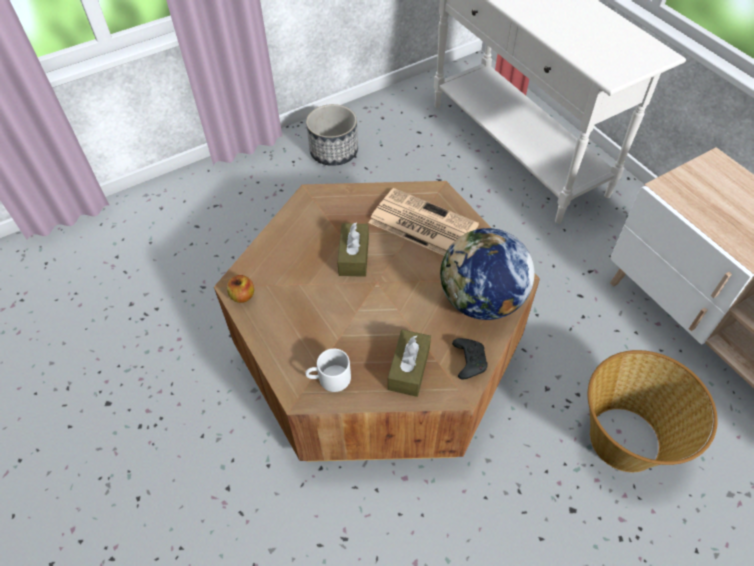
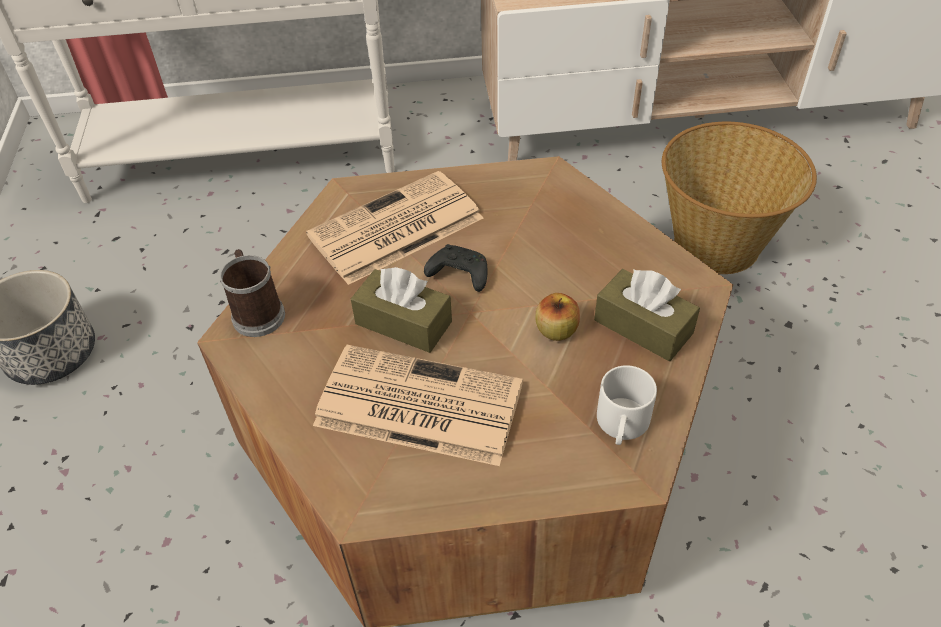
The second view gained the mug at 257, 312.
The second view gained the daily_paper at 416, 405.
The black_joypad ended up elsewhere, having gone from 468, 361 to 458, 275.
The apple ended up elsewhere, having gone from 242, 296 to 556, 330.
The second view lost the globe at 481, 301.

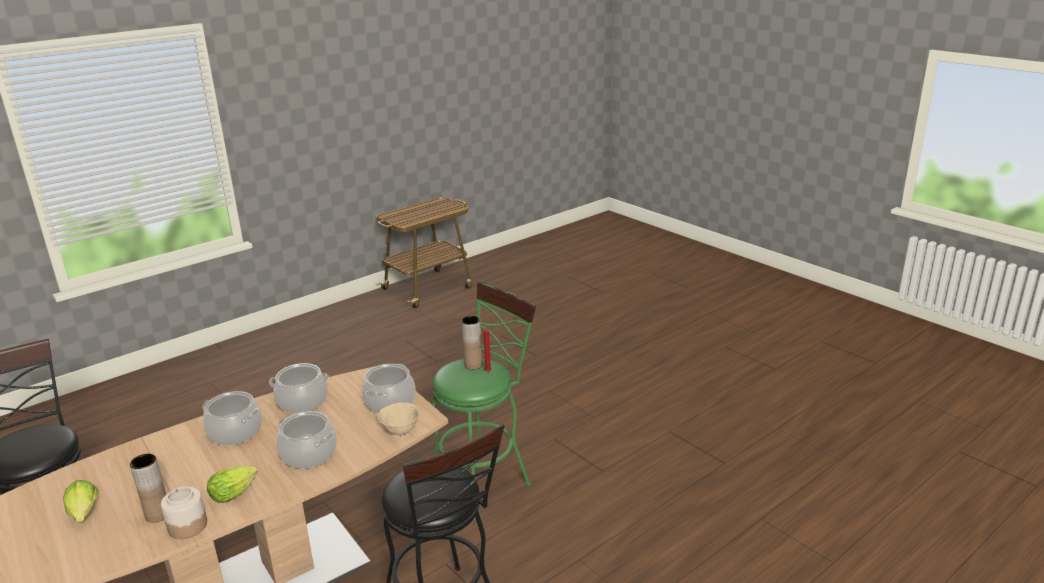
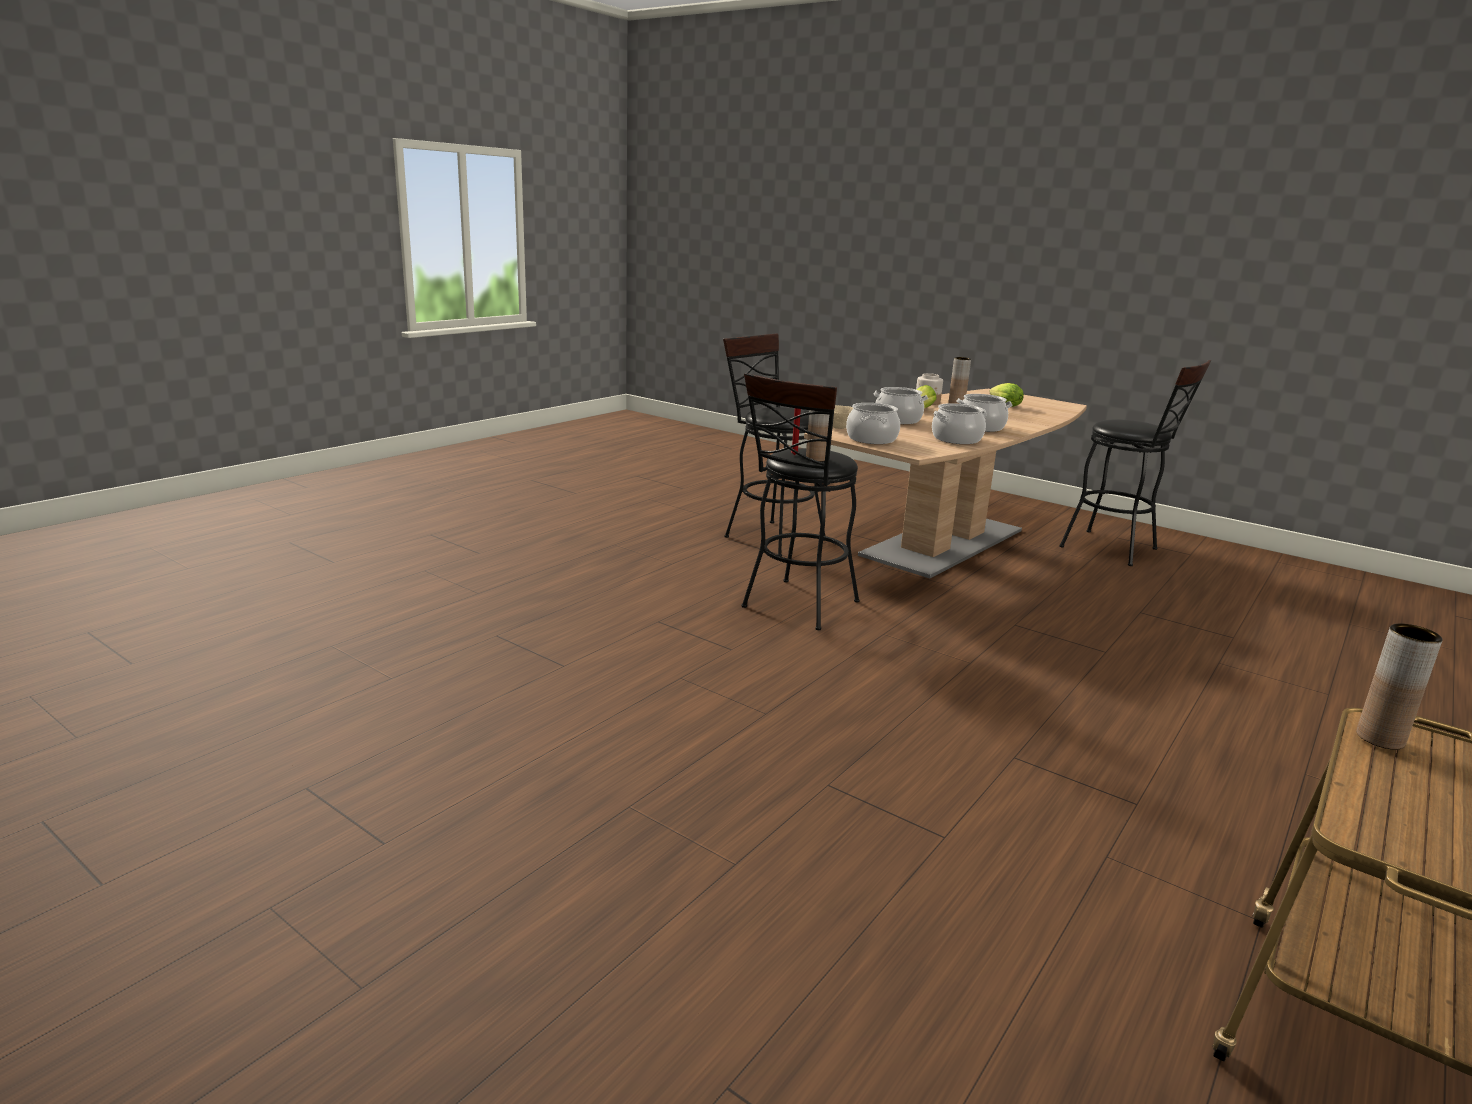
What was the greenish_stool at 485, 480 turned into the black_stool at 796, 607.
The second view gained the brownish_vase at 1380, 738.

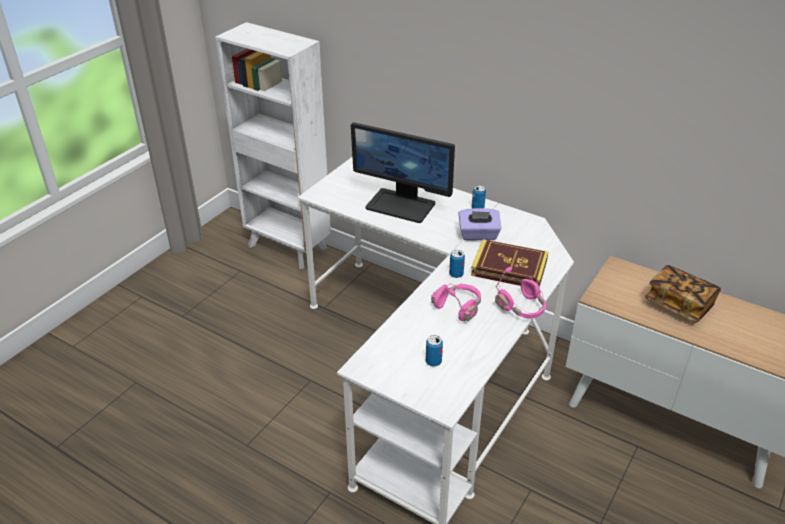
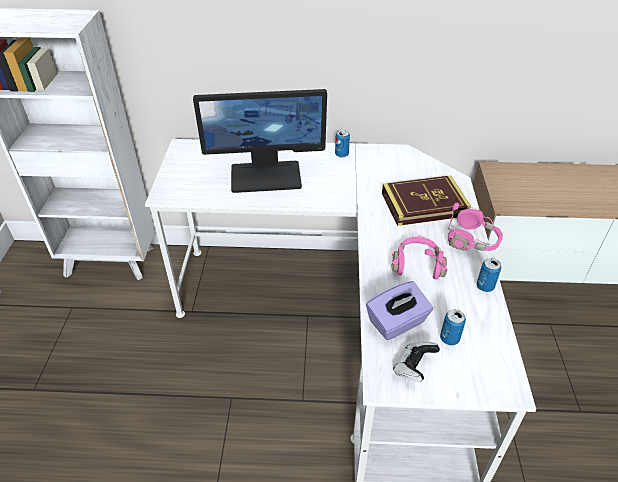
The purple_tissue_box ended up elsewhere, having gone from 478, 235 to 397, 323.
The second view gained the joypad at 413, 367.
The can ended up elsewhere, having gone from 456, 274 to 485, 286.
The second view lost the bound_book at 679, 304.

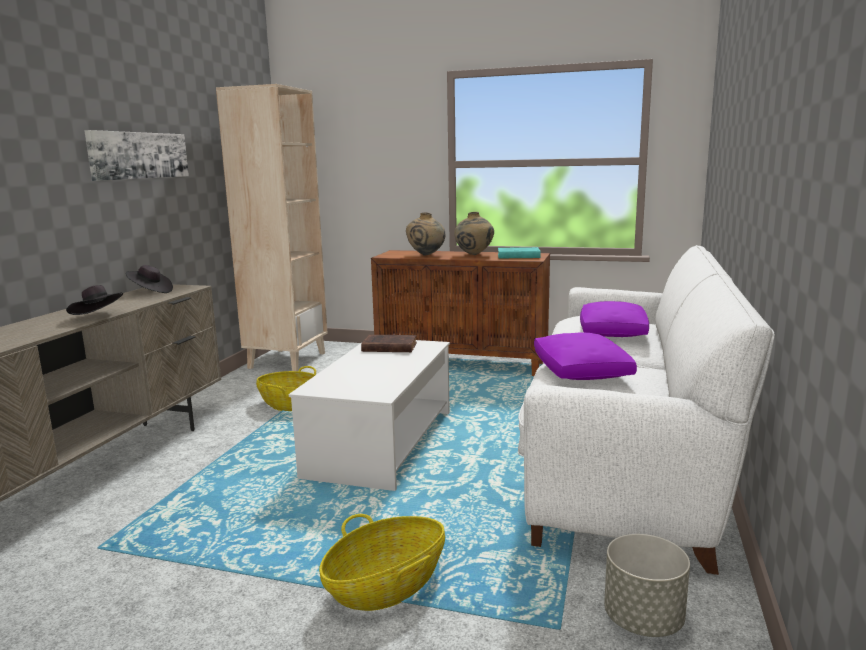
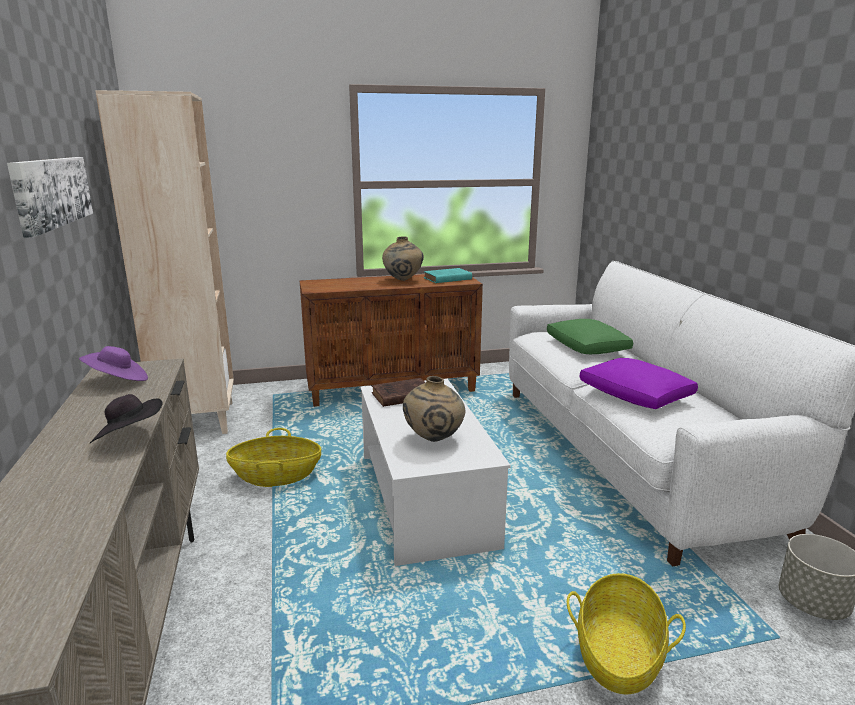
What was the black_clothing_hat at 150, 292 turned into the purple_clothing_hat at 118, 381.
The beige-coloured_vase ended up elsewhere, having gone from 426, 255 to 433, 439.
What was the purple_throw_pillow at 613, 332 turned into the greenish_throw_pillow at 587, 348.

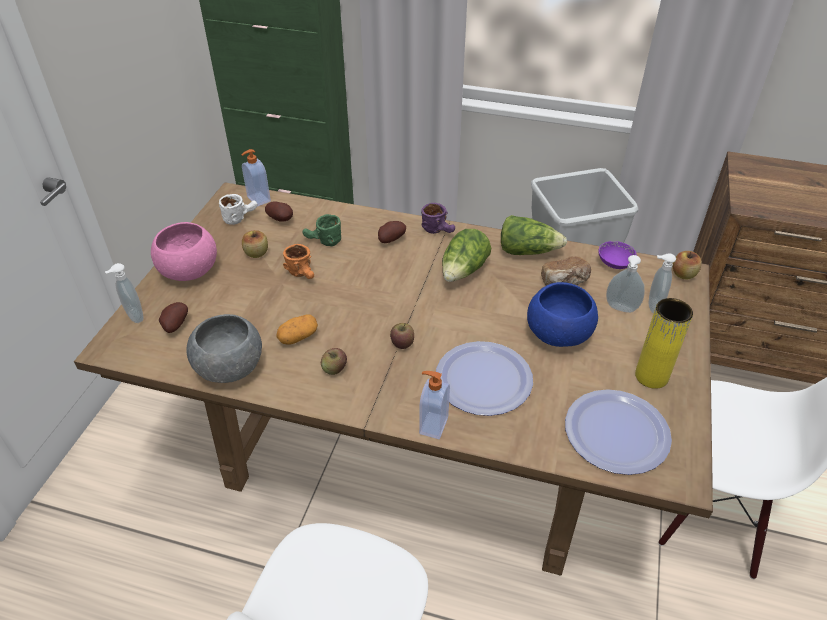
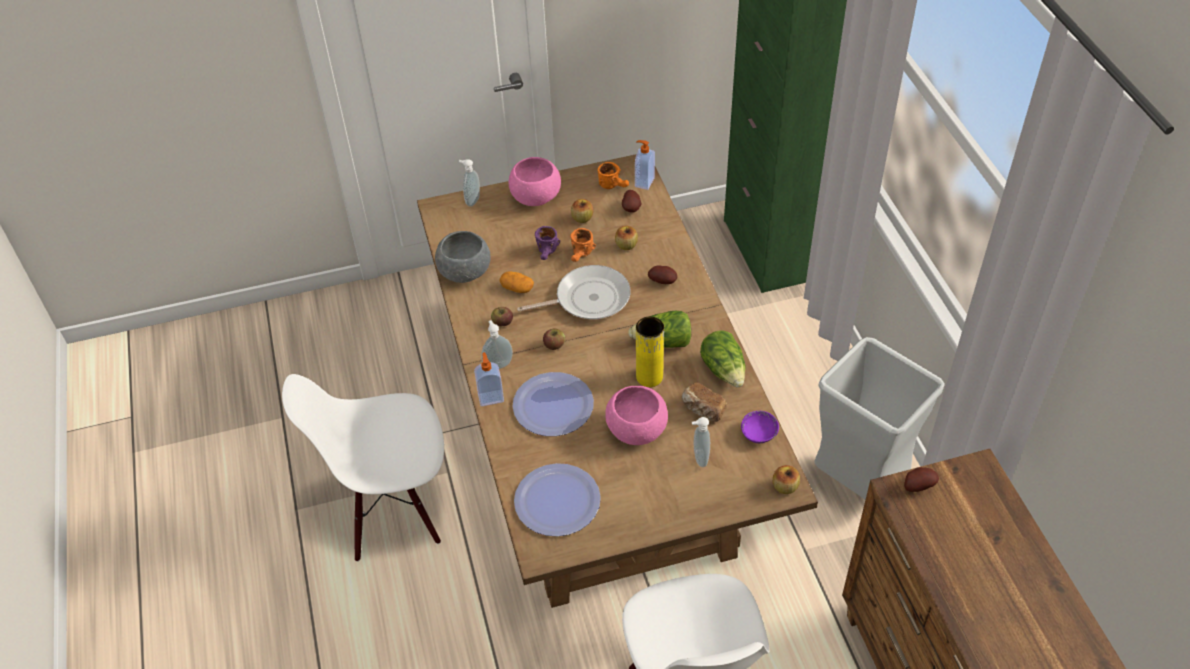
The soap_bottle ended up elsewhere, having gone from 652, 306 to 498, 364.
The second view gained the pan at 588, 299.
The purple_mug ended up elsewhere, having gone from 439, 230 to 547, 253.
What was the whitish_mug at 240, 217 turned into the orange_mug at 614, 185.
What was the blue-coloured_deep_dish at 559, 334 turned into the pink-coloured_deep_dish at 636, 430.
Where the greenish_mug stood at 323, 242, the apple came to stand at 626, 245.
The yellow_vase ended up elsewhere, having gone from 651, 376 to 649, 377.
The spud ended up elsewhere, having gone from 174, 325 to 917, 485.

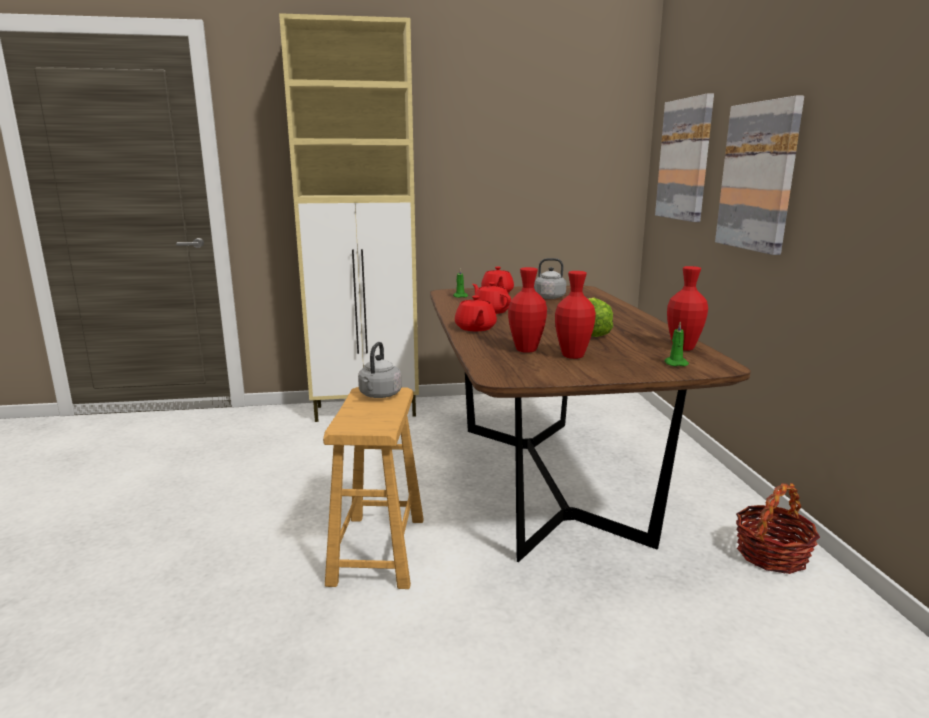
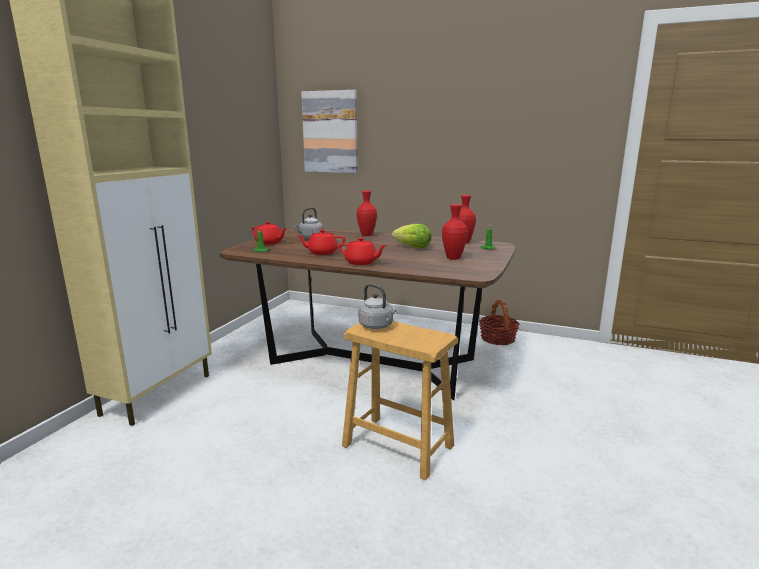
The reddish_vase ended up elsewhere, having gone from 526, 350 to 366, 235.
The second view lost the wall_picture at 758, 177.

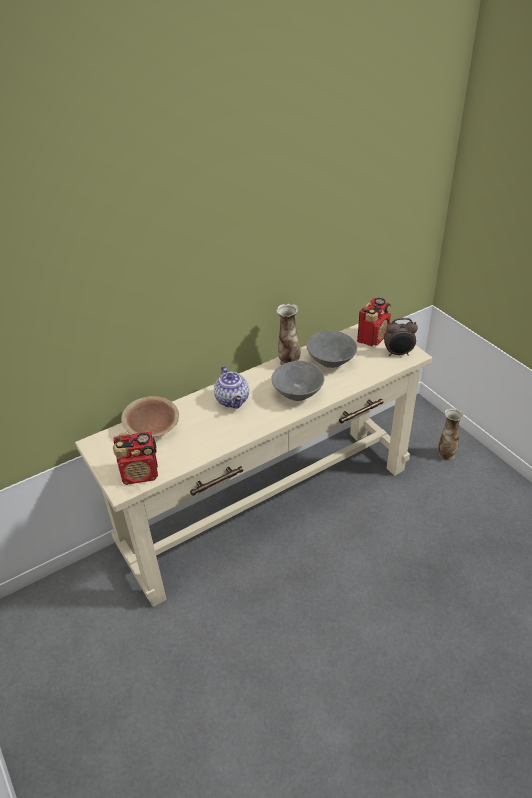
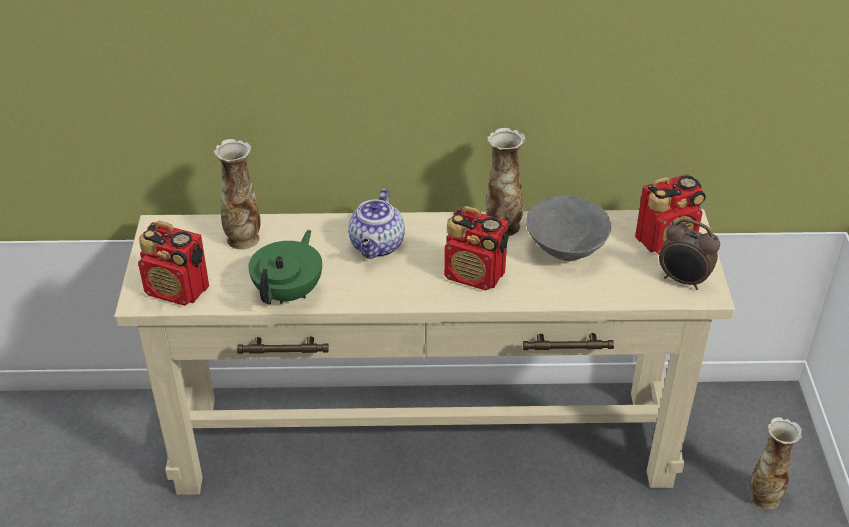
Where the brownish_deep_dish stood at 152, 428, the vase came to stand at 243, 238.
The second view gained the greenish_tea_pot at 289, 292.
Where the grey_deep_dish stood at 298, 393, the radio came to stand at 475, 275.

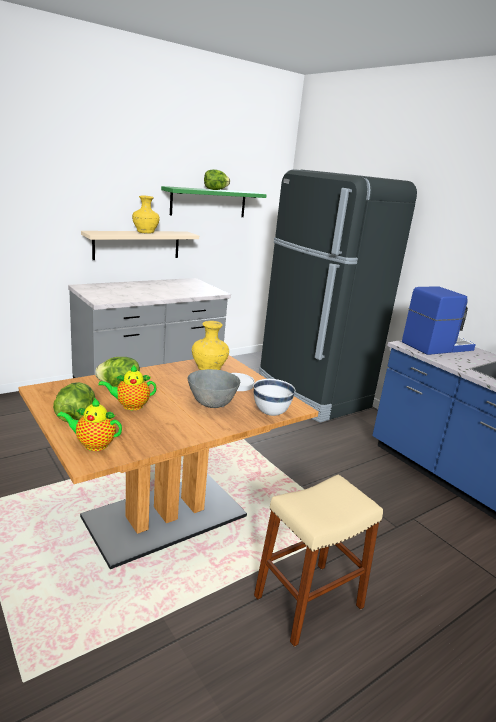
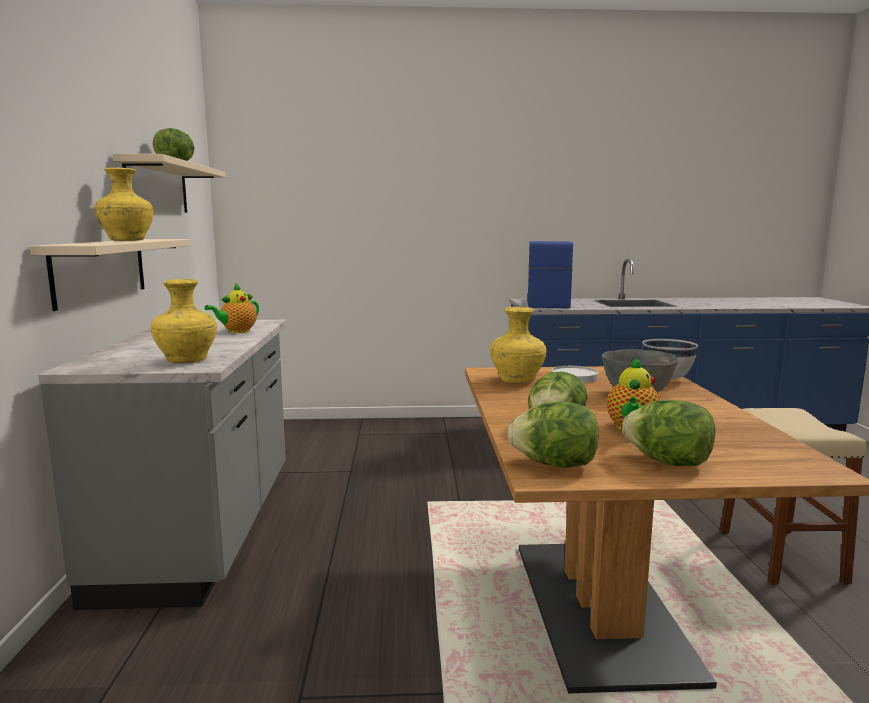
What was the greenish_wall_shelf at 208, 202 turned into the beige-coloured_wall_shelf at 157, 187.
The second view gained the yellow_vase at 187, 361.
The tea_pot ended up elsewhere, having gone from 93, 444 to 237, 331.
The second view gained the lettuce at 555, 464.
The second view lost the black_refrigerator at 312, 396.

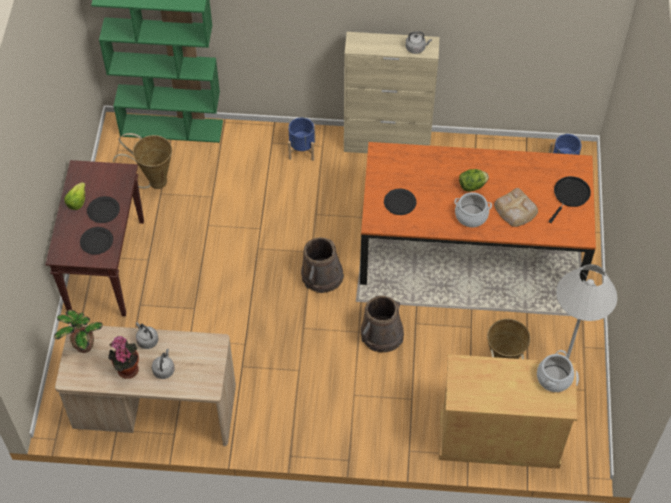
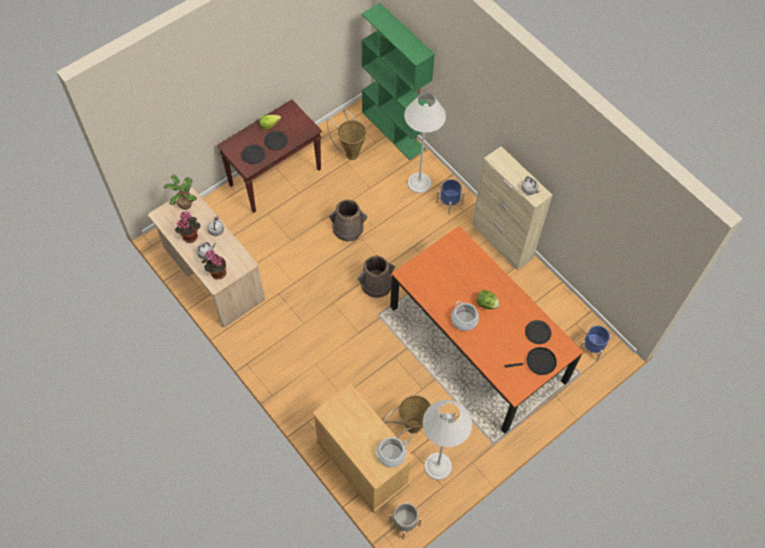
The second view gained the potted_plant at 217, 273.
The brownish_bucket ended up elsewhere, having gone from 382, 334 to 348, 228.
The second view gained the grey_planter at 405, 523.
The second view gained the whitish_floor_lamp at 419, 183.
The black_dinner_plate ended up elsewhere, having gone from 400, 202 to 538, 332.
The second view lost the bakery_bread at 515, 210.

